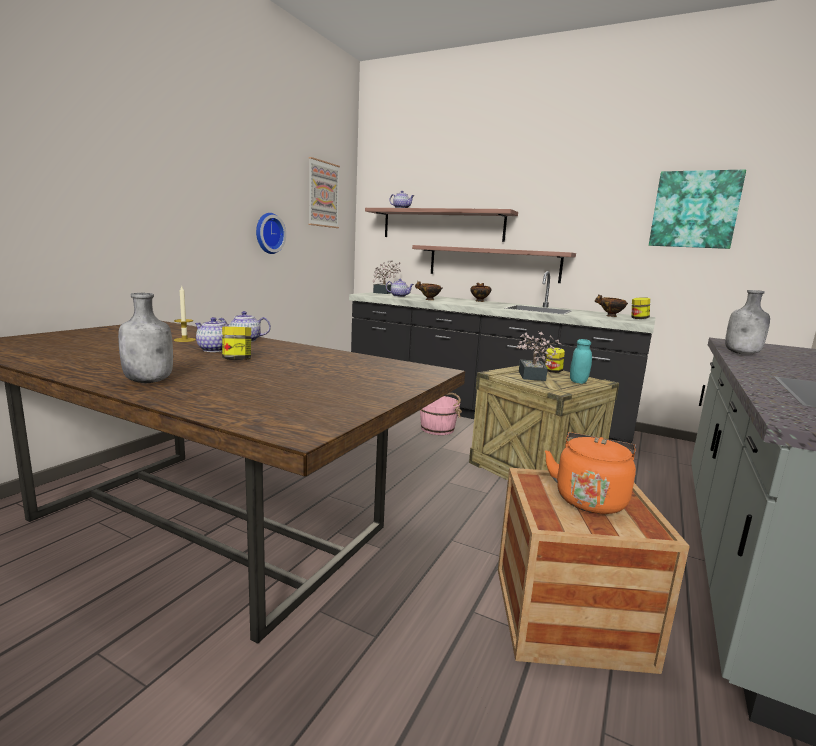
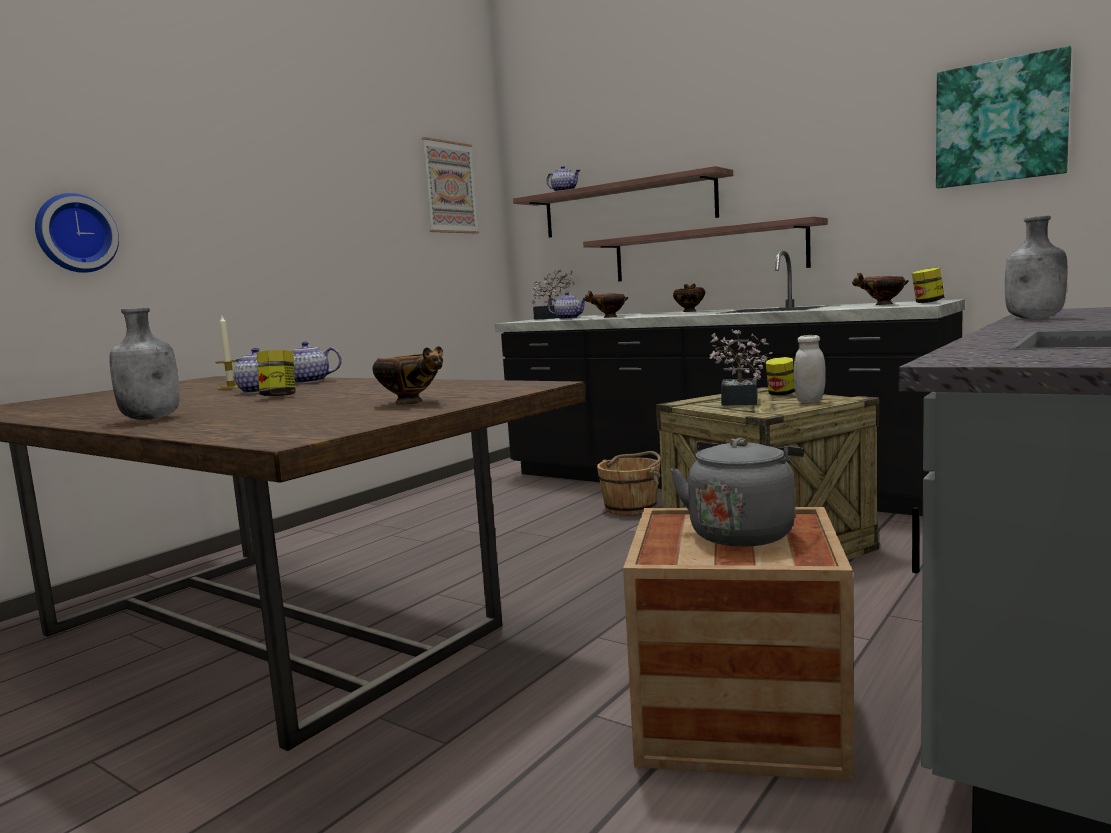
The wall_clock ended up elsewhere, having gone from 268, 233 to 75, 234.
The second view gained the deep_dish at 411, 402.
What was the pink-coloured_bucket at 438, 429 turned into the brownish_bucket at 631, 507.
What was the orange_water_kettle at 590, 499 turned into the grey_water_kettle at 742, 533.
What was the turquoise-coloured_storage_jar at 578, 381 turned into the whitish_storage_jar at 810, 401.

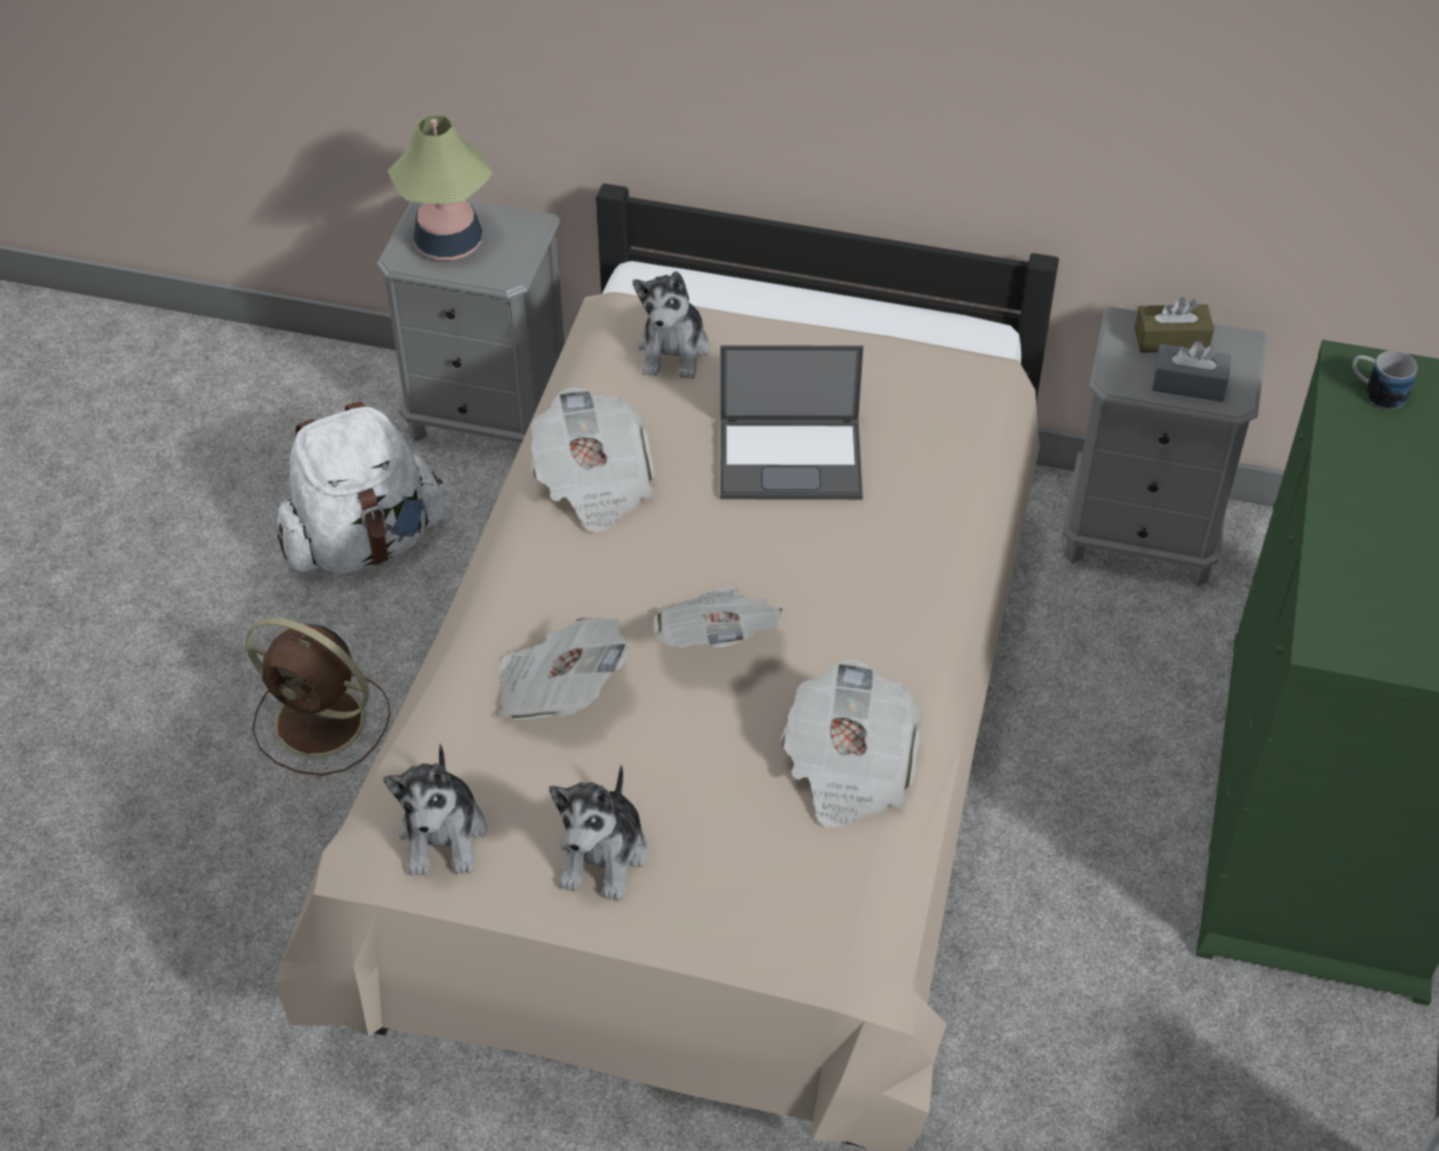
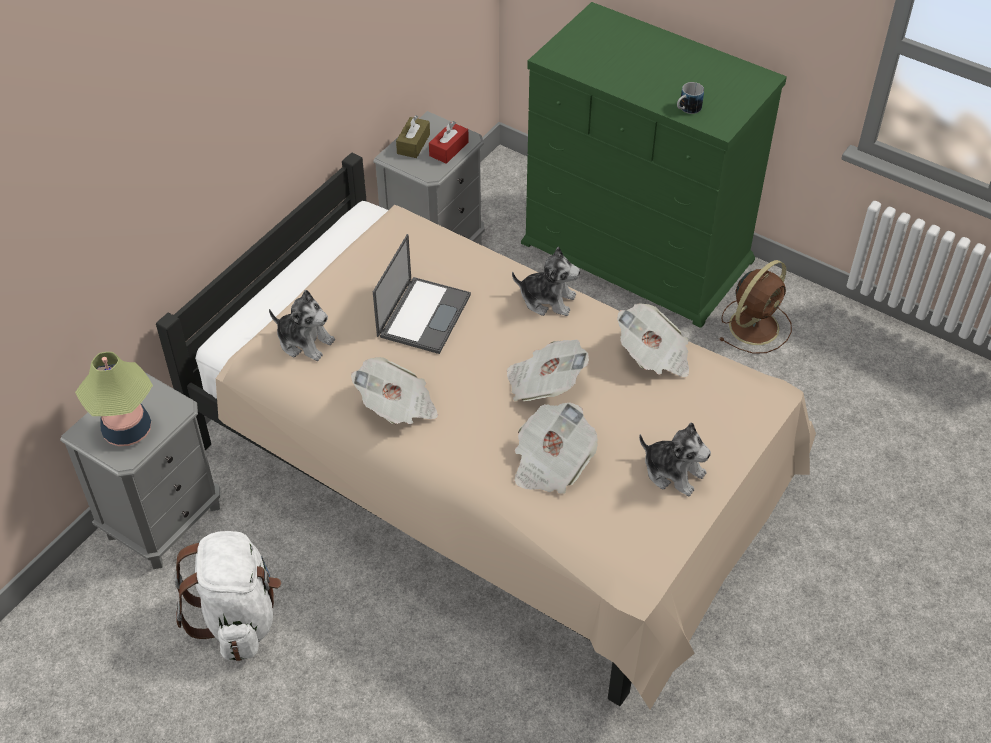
What was the grey_tissue_box at 1188, 384 turned into the reddish_tissue_box at 449, 149.
The cuddly_toy ended up elsewhere, having gone from 443, 834 to 547, 300.
The mug ended up elsewhere, having gone from 1376, 392 to 687, 109.
The brownish_fan ended up elsewhere, having gone from 323, 723 to 755, 325.

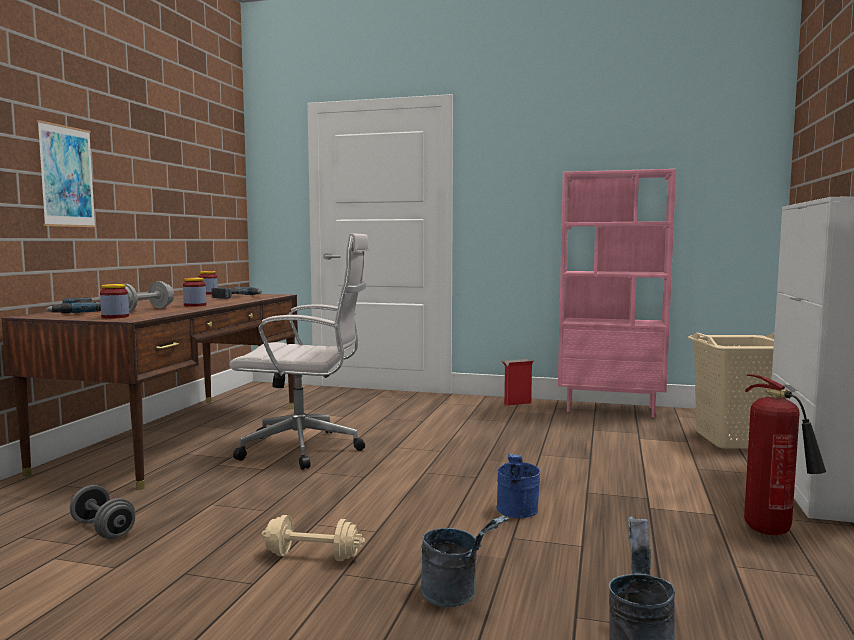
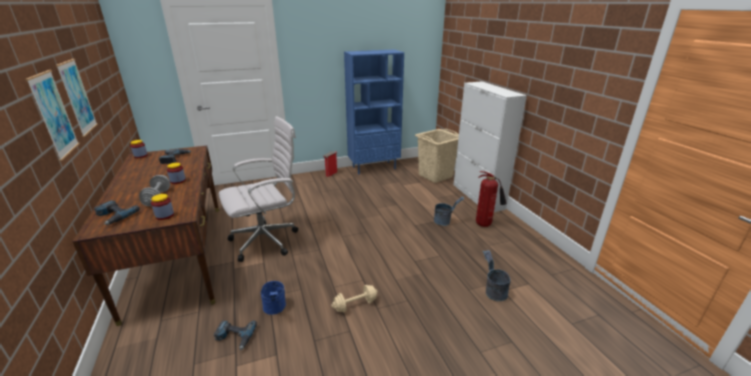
The second view gained the wall_picture at 77, 97.
Where the grey_hand_weight stood at 103, 529, the drill came to stand at 235, 337.
The blue-coloured_bucket ended up elsewhere, having gone from 517, 513 to 275, 309.
What was the pink-coloured_bookcase at 610, 409 turned into the blue-coloured_bookcase at 374, 167.
The grey_bucket ended up elsewhere, having gone from 457, 596 to 445, 221.

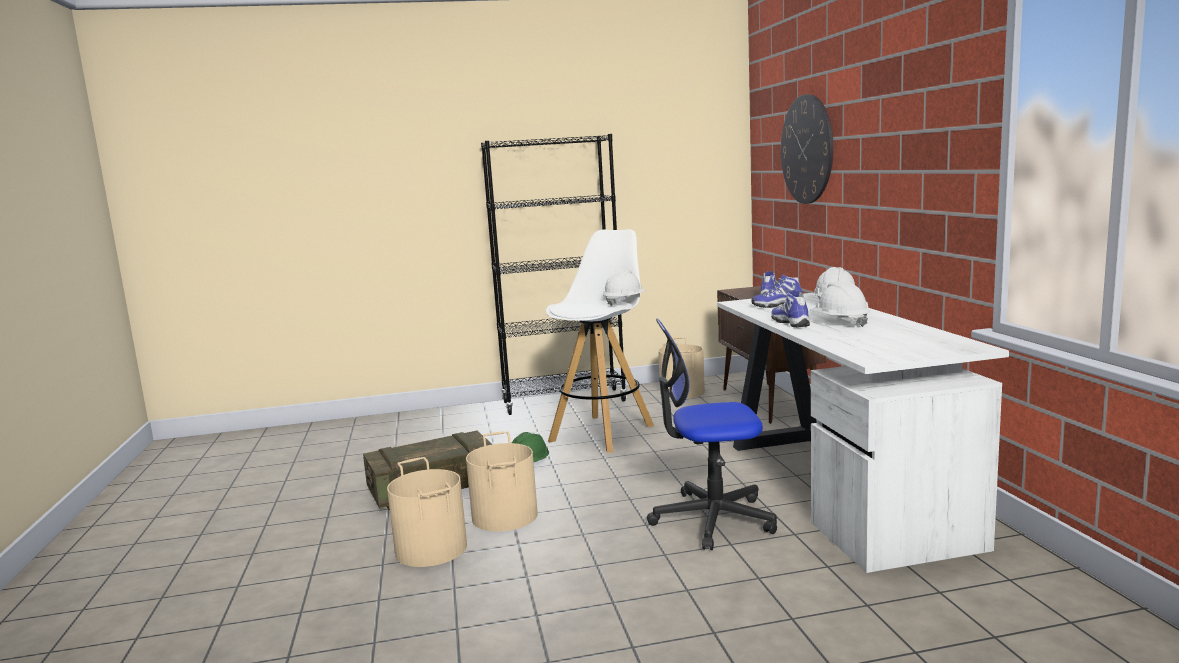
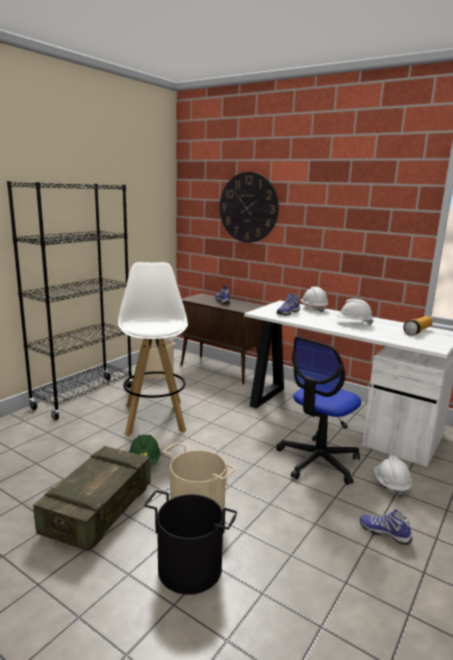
What was the beige-coloured_bucket at 432, 548 turned into the black_bucket at 190, 567.
The item_of_footwear ended up elsewhere, having gone from 791, 323 to 385, 532.
The whitish_hard_hat ended up elsewhere, having gone from 624, 302 to 391, 485.
The second view gained the torch at 417, 331.

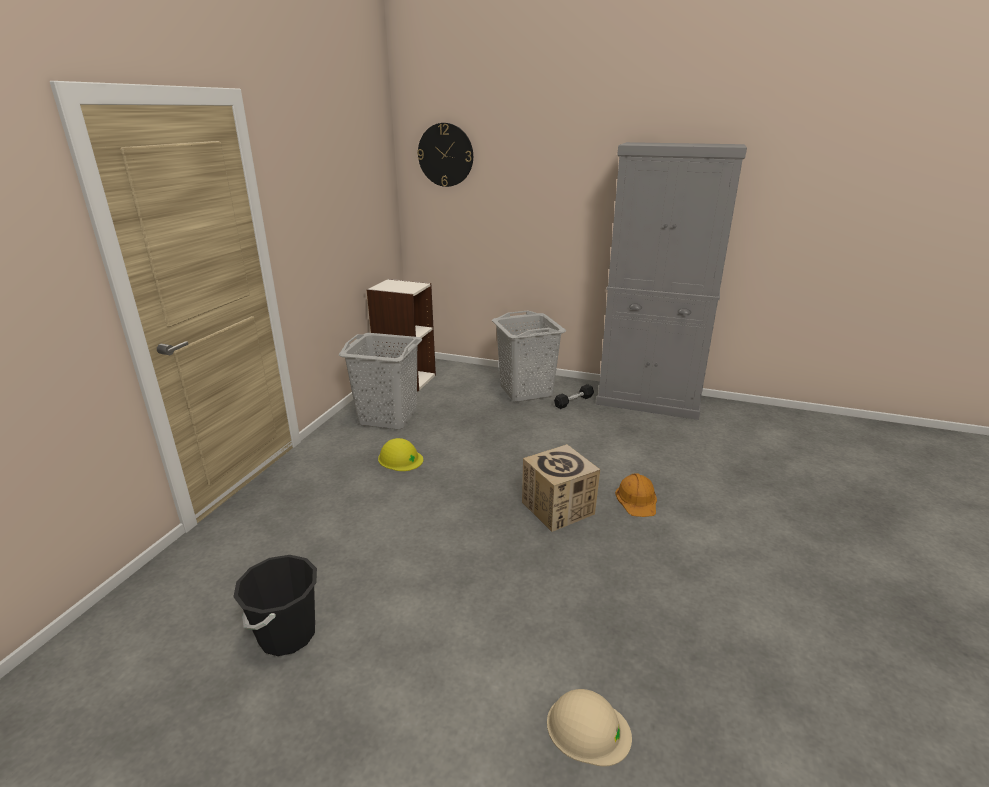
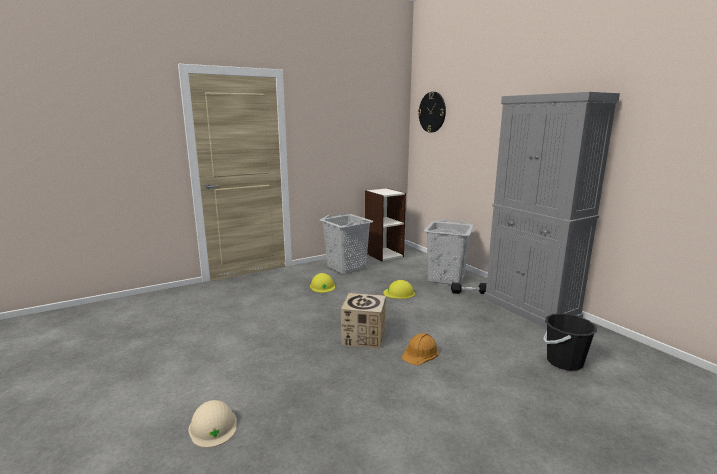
The second view gained the yellow_hard_hat at 399, 293.
The black_bucket ended up elsewhere, having gone from 287, 634 to 564, 362.

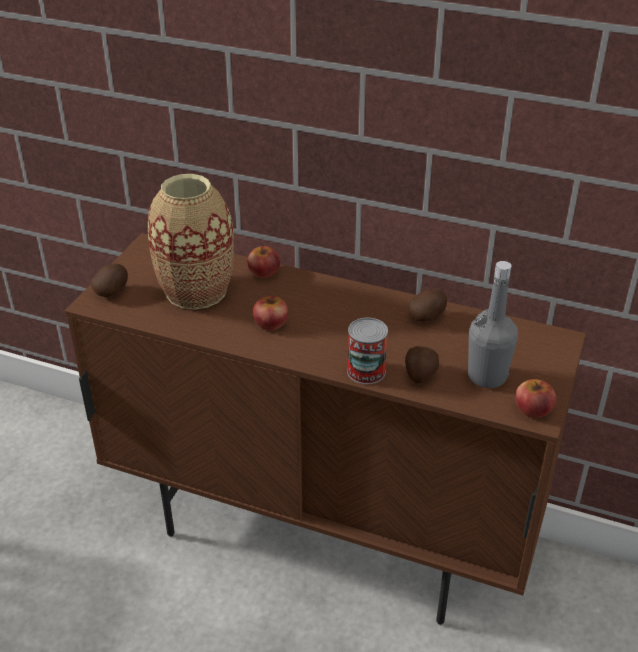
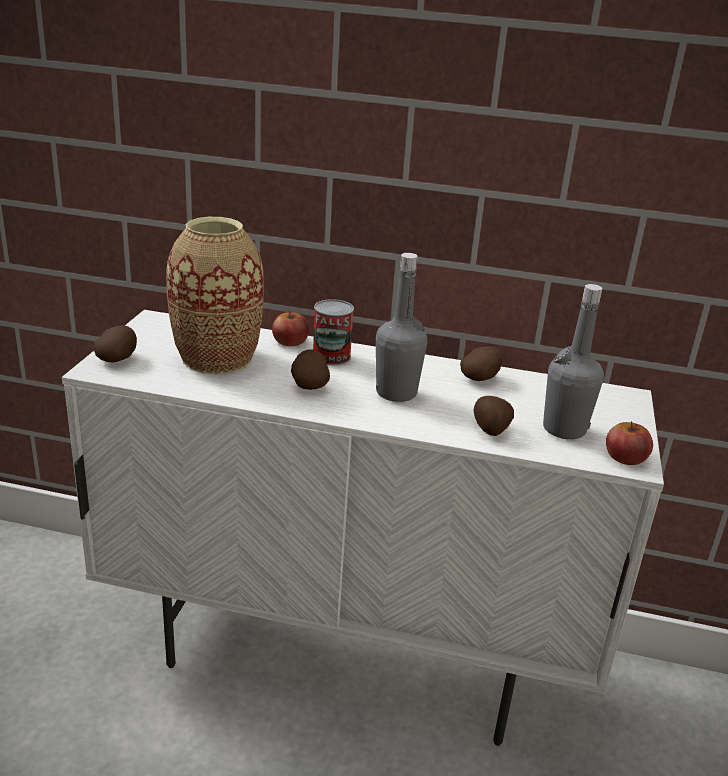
What was the brownish_cabinet at 321, 534 turned into the whitish_cabinet at 346, 654.
Where the apple stood at 270, 322, the spud came to stand at 309, 385.
The can ended up elsewhere, having gone from 366, 371 to 331, 356.
The second view gained the grey_beverage_bottle at 396, 393.

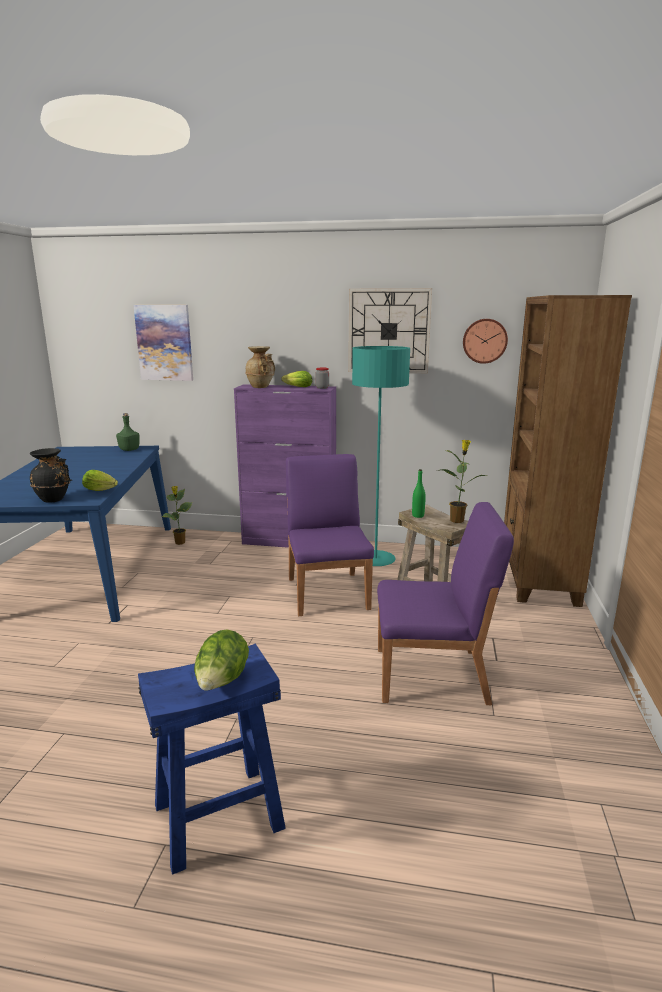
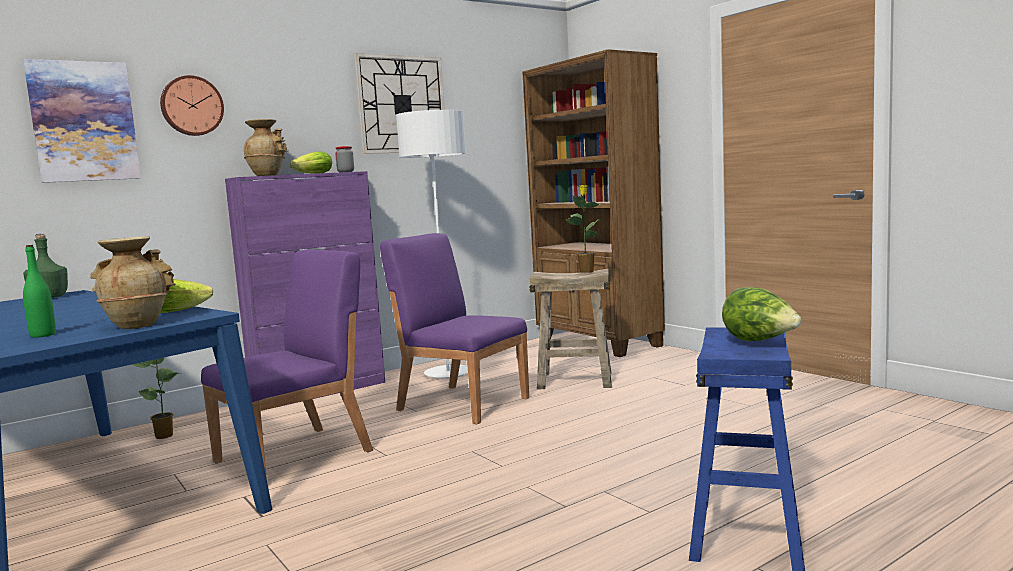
The greenish_beverage_bottle ended up elsewhere, having gone from 418, 516 to 43, 335.
What was the black_vase at 54, 499 turned into the beige-coloured_vase at 137, 325.
The wall_clock ended up elsewhere, having gone from 484, 341 to 191, 106.
The purple_chair ended up elsewhere, having gone from 433, 675 to 296, 456.
What was the turquoise-coloured_floor_lamp at 375, 560 turned into the whitish_floor_lamp at 448, 374.

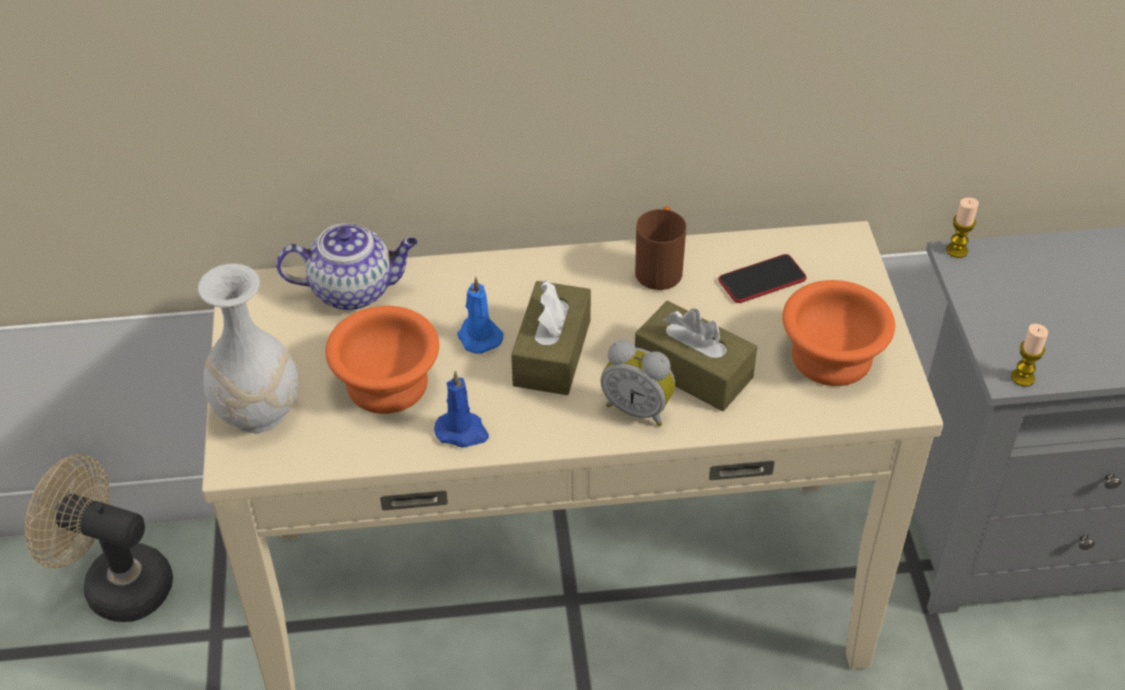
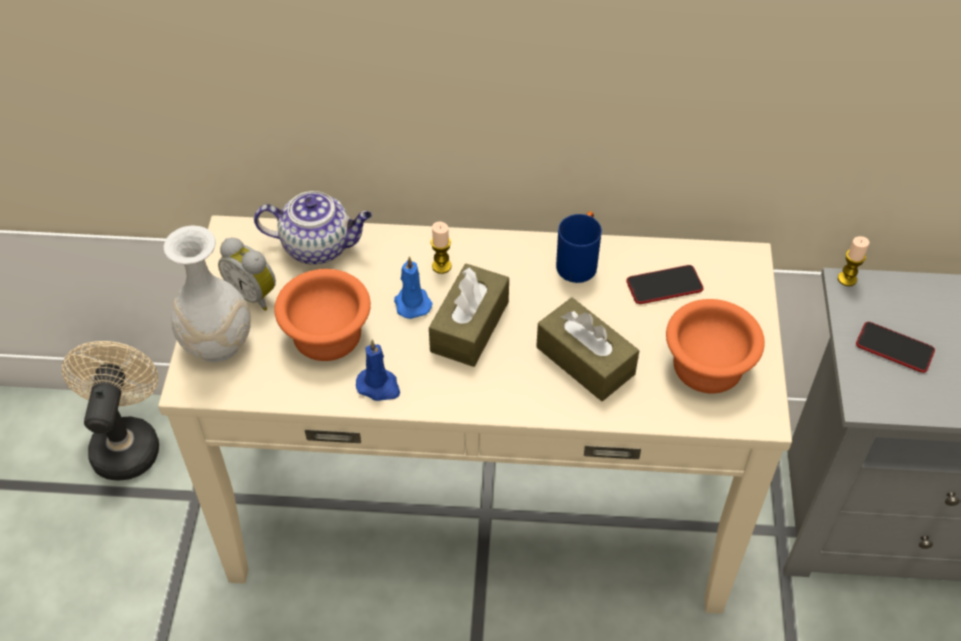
The beige-coloured_fan at 116, 583 ended up facing another way, 60 degrees clockwise from before.
The bedside_clock ended up elsewhere, having gone from 638, 408 to 254, 294.
The candle ended up elsewhere, having gone from 1022, 378 to 441, 266.
What was the brownish_mug at 660, 267 turned into the blue-coloured_mug at 579, 261.
The second view gained the handset at 894, 348.

